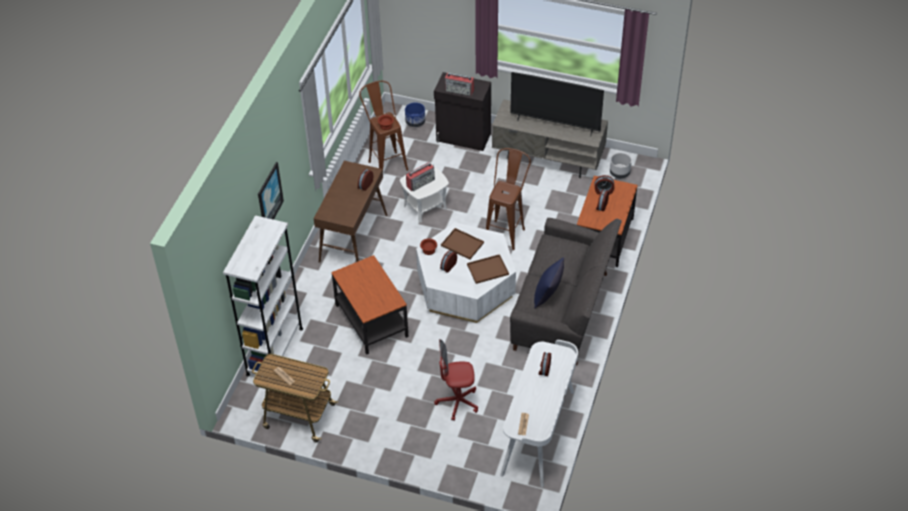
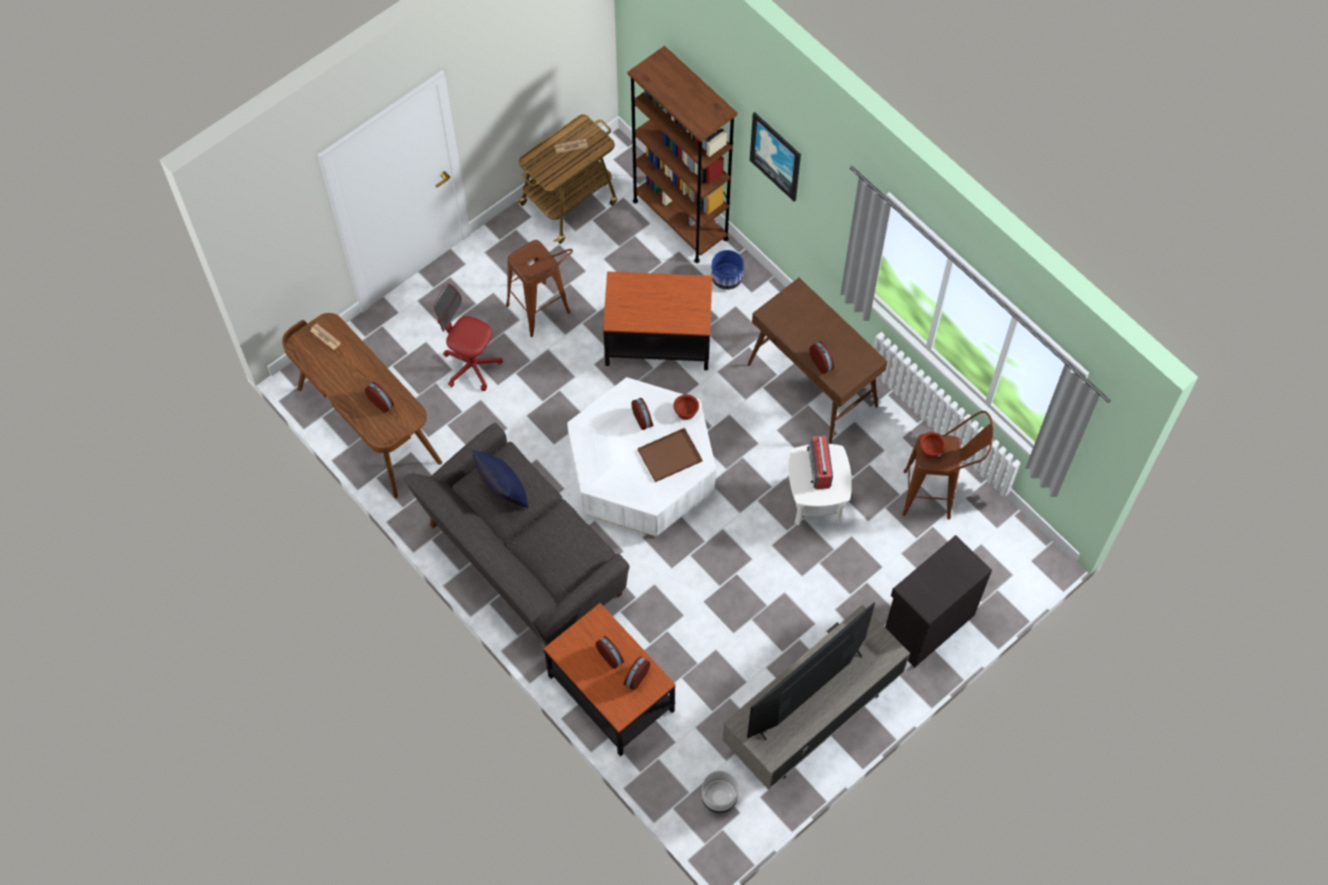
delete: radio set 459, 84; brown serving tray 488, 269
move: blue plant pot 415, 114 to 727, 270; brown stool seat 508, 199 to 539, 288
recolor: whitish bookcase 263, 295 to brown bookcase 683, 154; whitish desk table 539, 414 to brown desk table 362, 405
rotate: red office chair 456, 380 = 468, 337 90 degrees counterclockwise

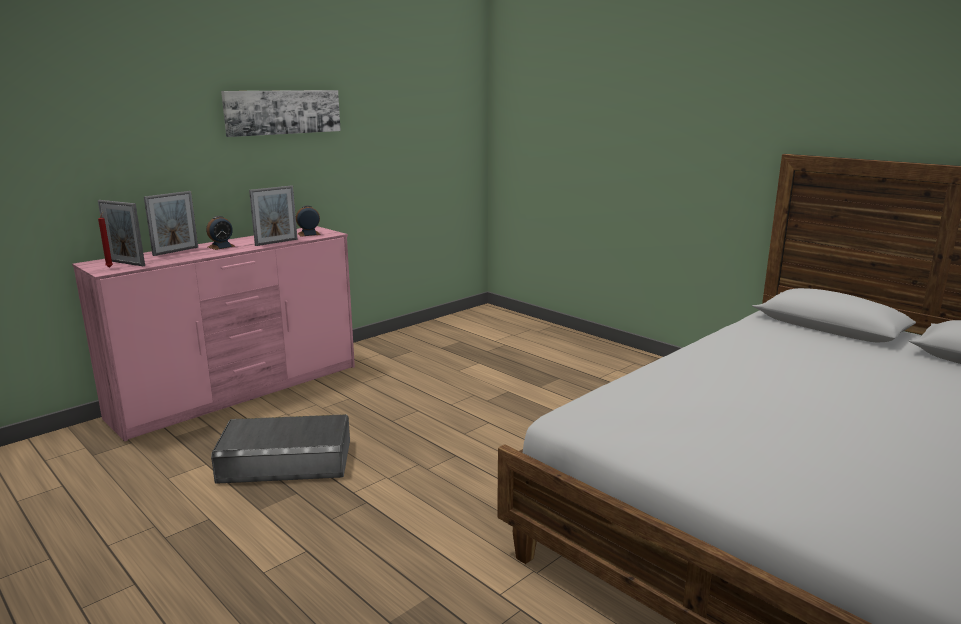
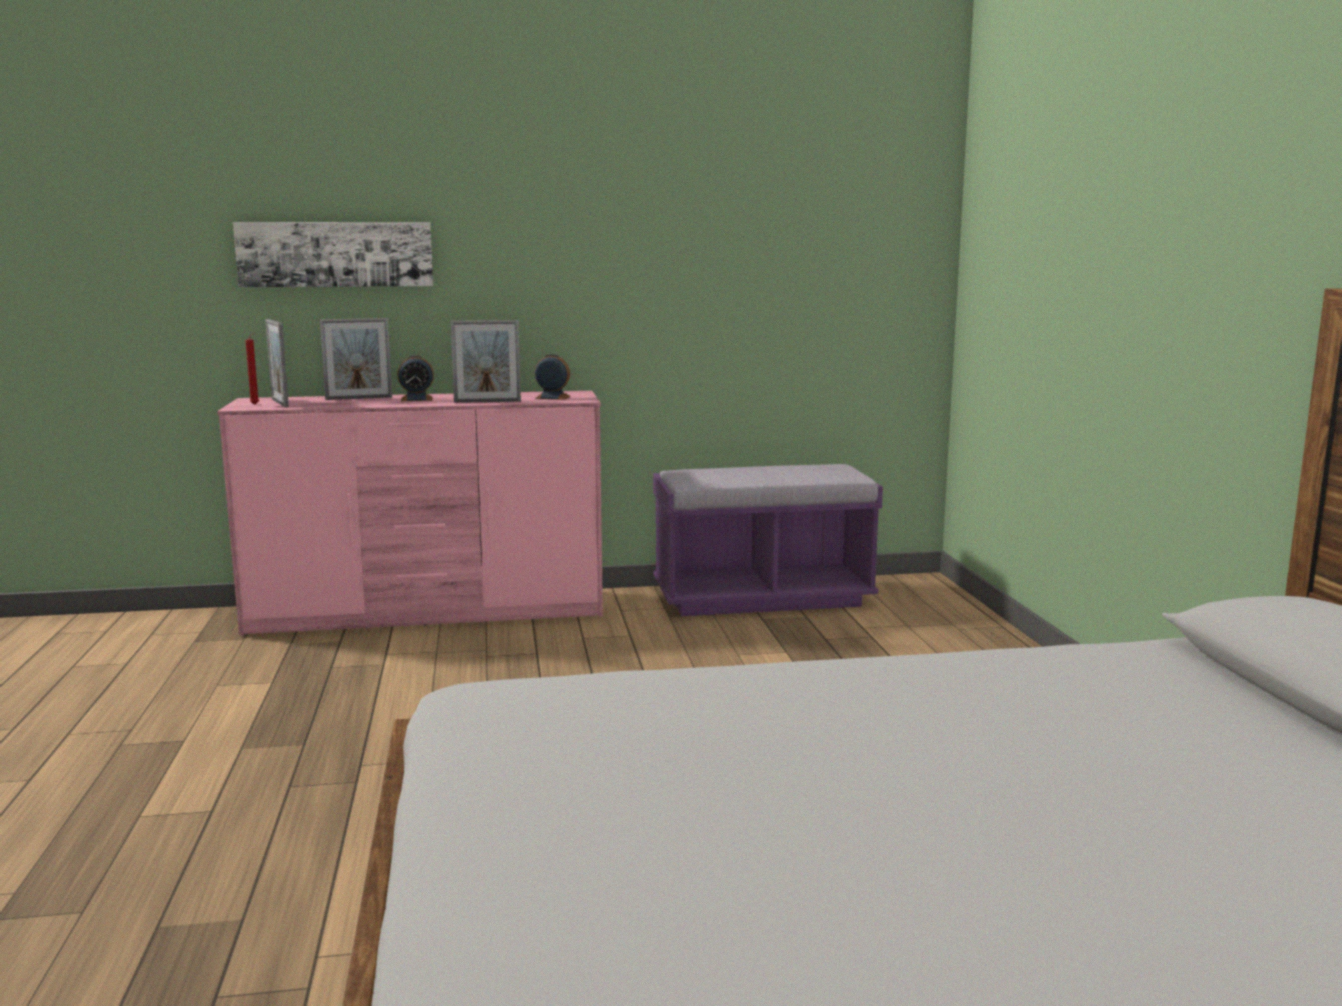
delete: grey storage box 280, 449
insert: purple bench 768, 540
move: wall art 281, 113 to 333, 254

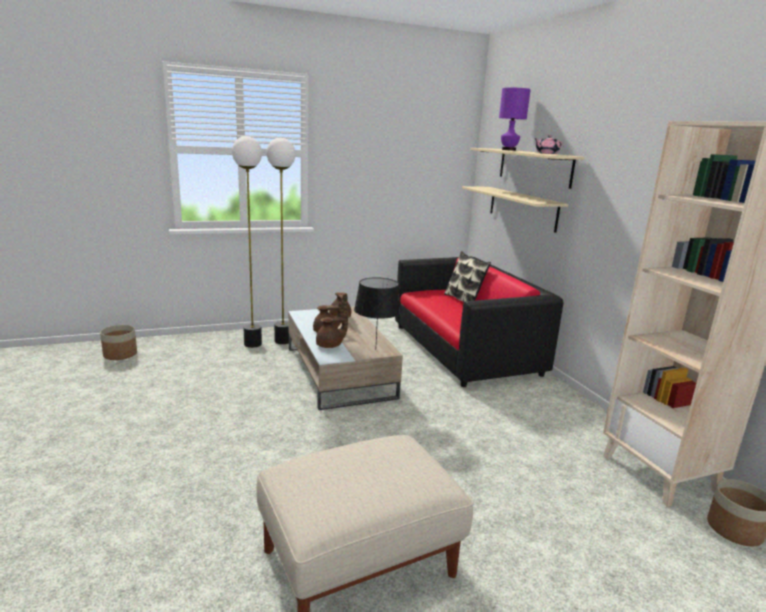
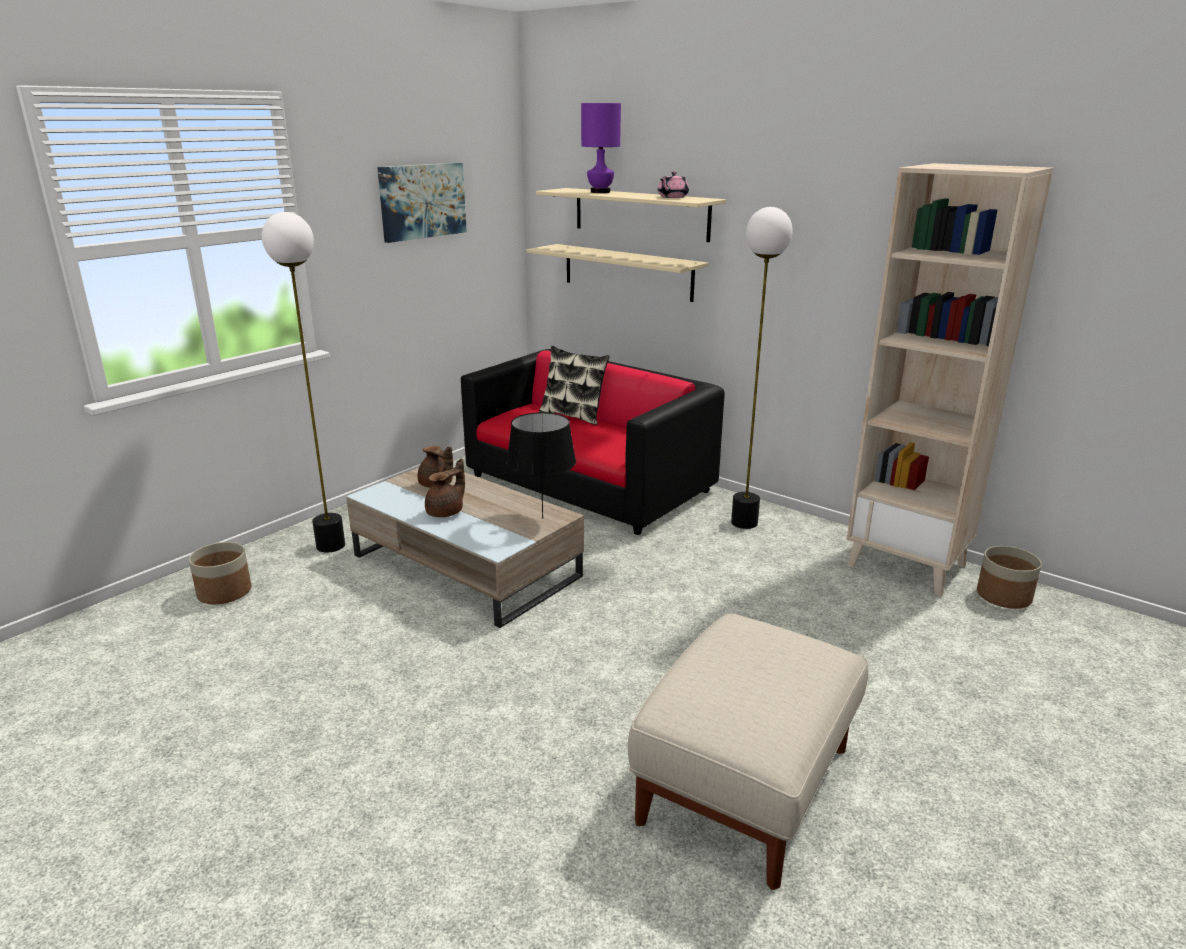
delete: brown teapot 332, 329
insert: wall art 422, 203
move: plant pot 118, 342 to 220, 573; standing lamp 247, 242 to 762, 368

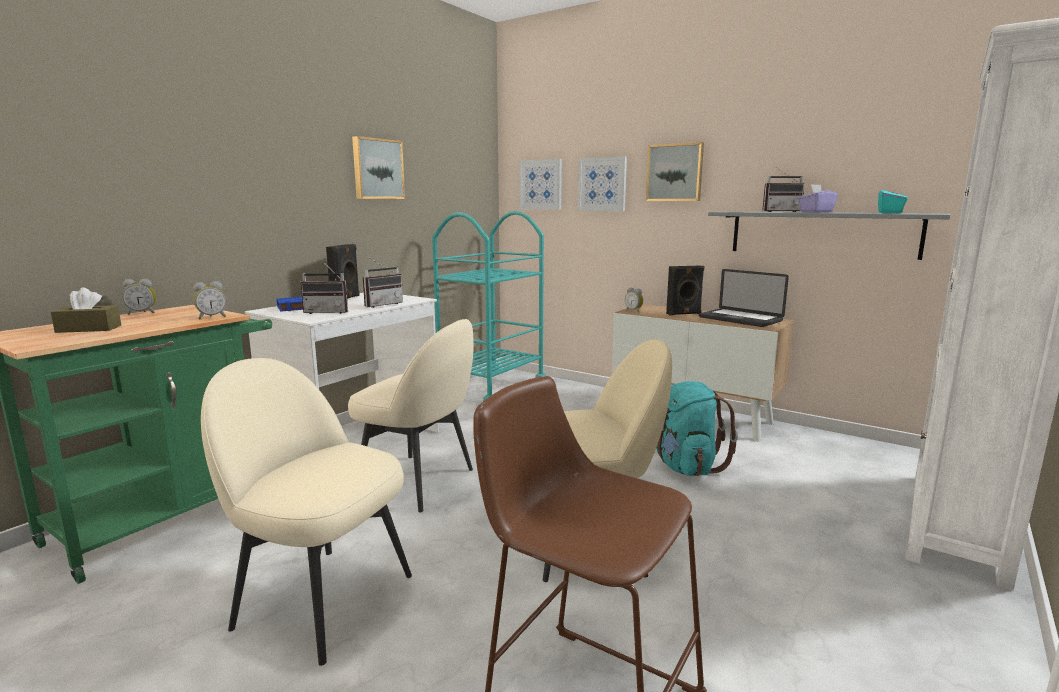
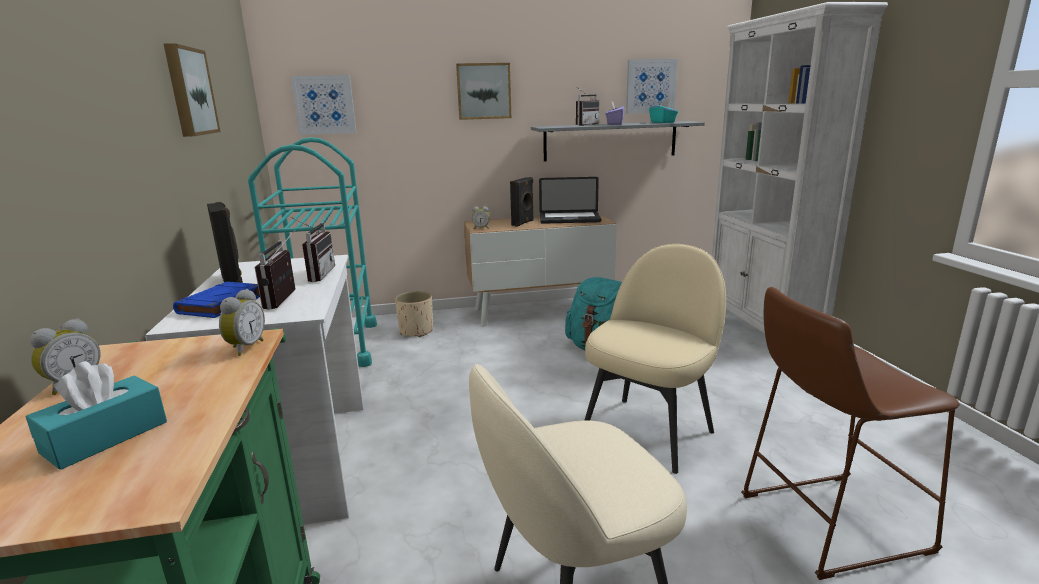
delete: beige upright chair 411, 415
insert: beige plant pot 414, 314
move: wall art 602, 184 to 652, 86
recolor: brown tissue box 86, 310 to blue-green tissue box 96, 415
rotate: radio set 324, 287 = 275, 270 135 degrees clockwise

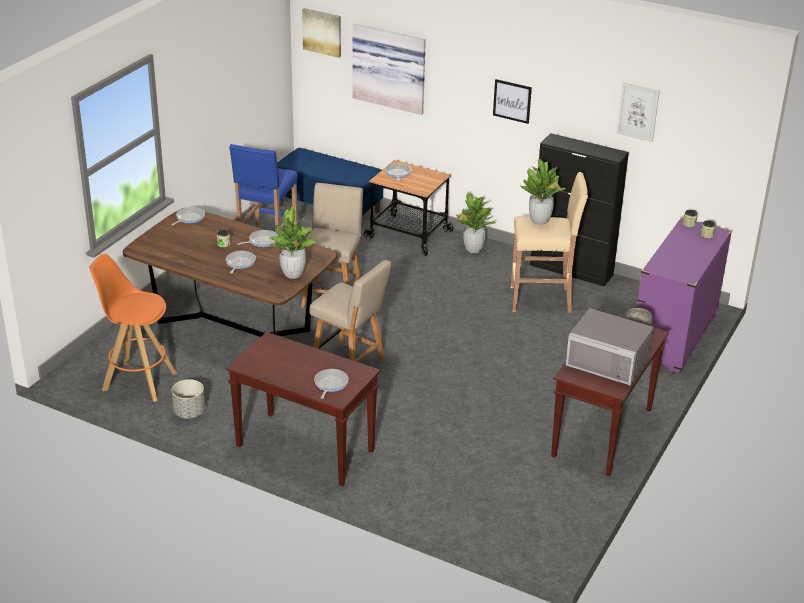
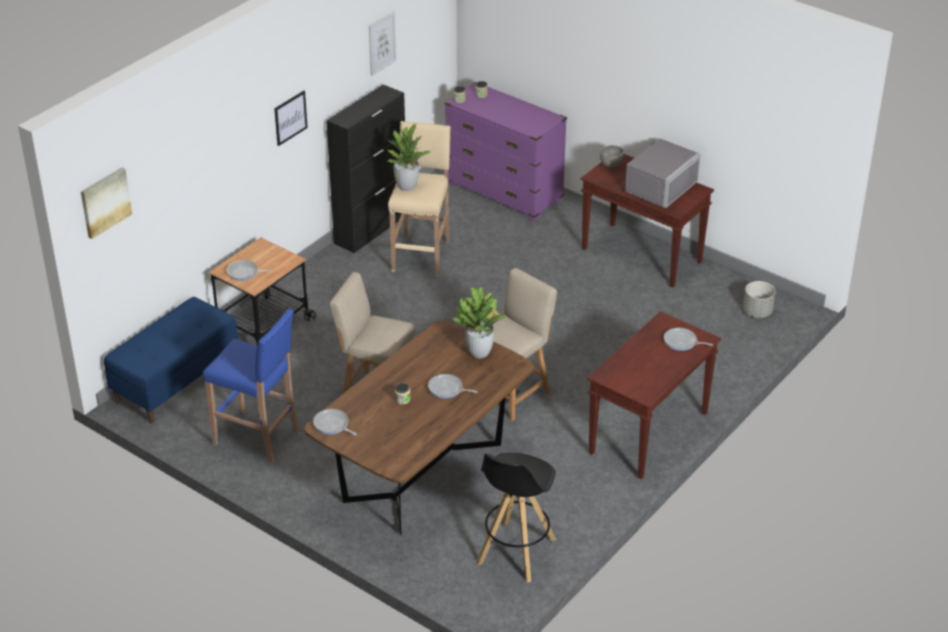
delete: pan 257, 238; wall art 389, 69; potted plant 475, 222
move: grey plant pot 188, 399 to 759, 299
recolor: orange-coloured stool seat 133, 328 to black-coloured stool seat 516, 518

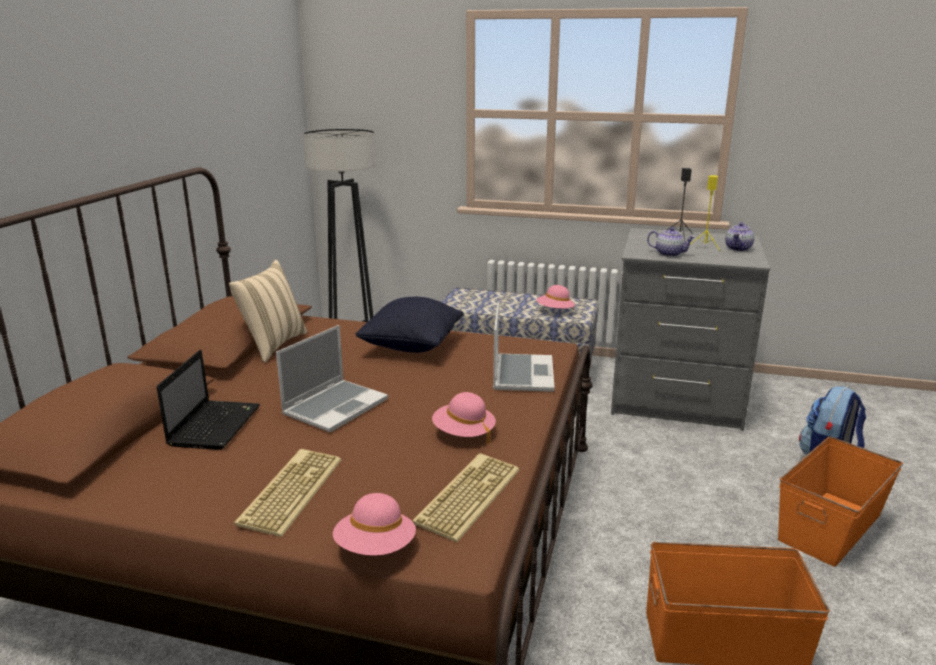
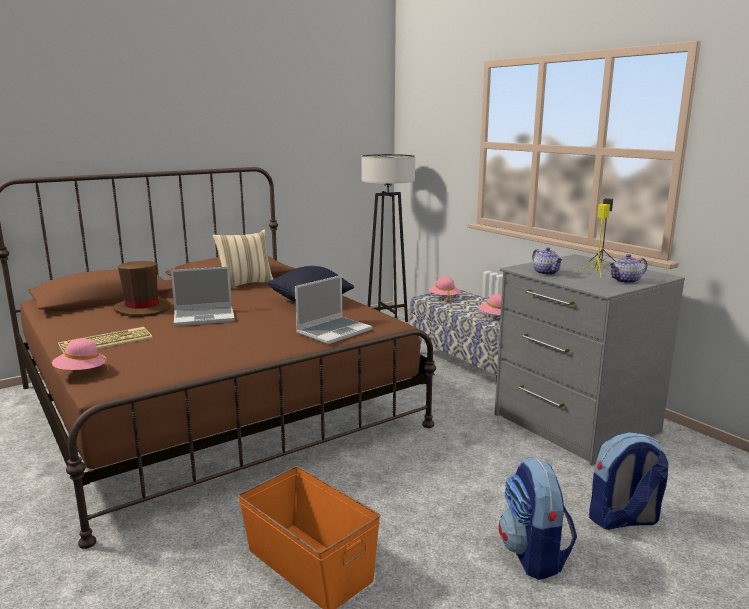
delete: computer keyboard 465, 497
move: pink-coloured wearable hat 464, 418 to 444, 289
replace: portable computer 208, 400 to brown wearable hat 142, 289; orange-coloured storage box 840, 502 to rucksack 538, 518

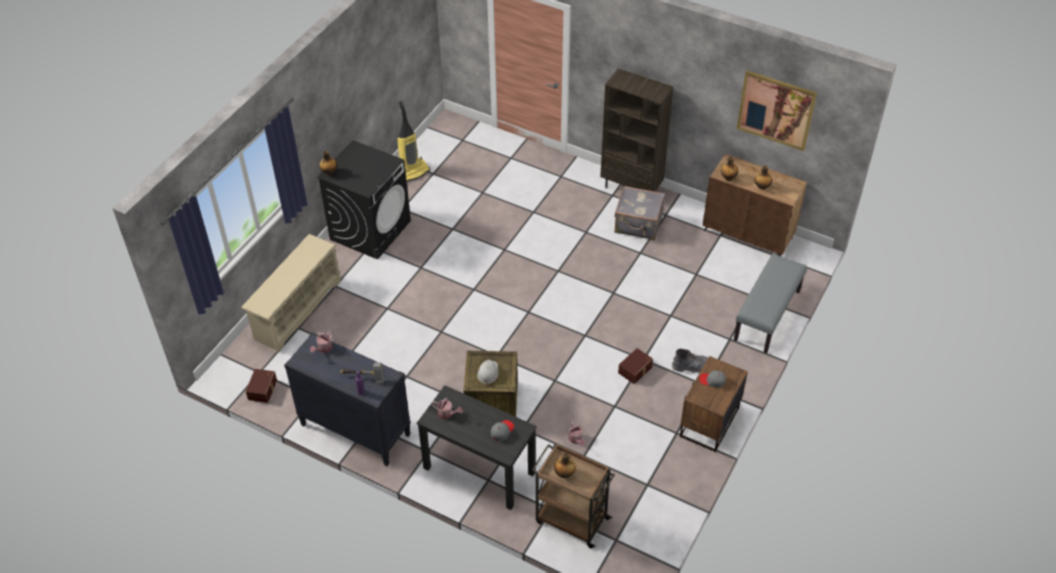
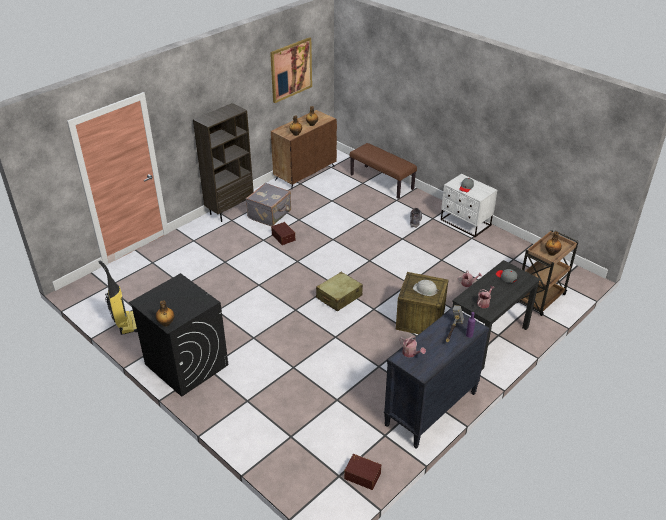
delete: beige shoe rack 291, 293
insert: beige travel case 339, 292
move: brown storage box 635, 366 to 283, 233
recolor: brown bedside table 714, 404 to whitish bedside table 469, 206; grey bench 770, 303 to brown bench 383, 171

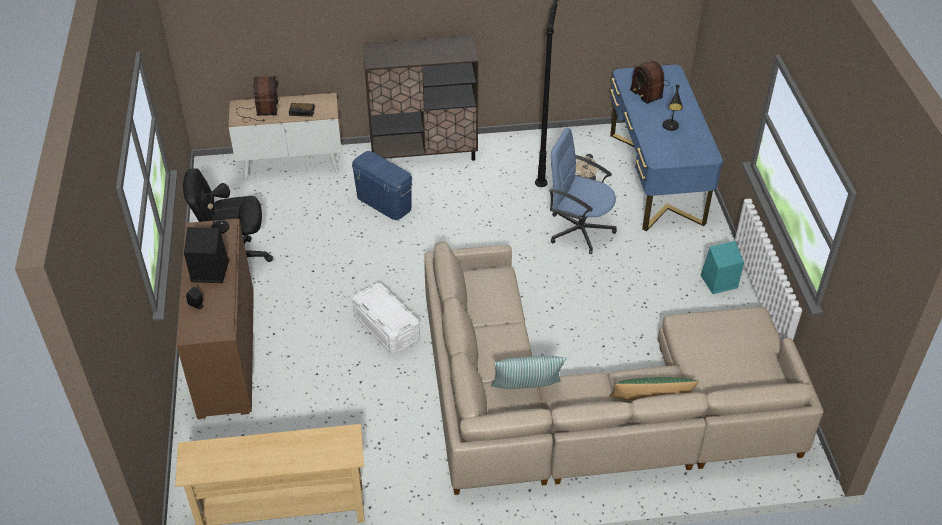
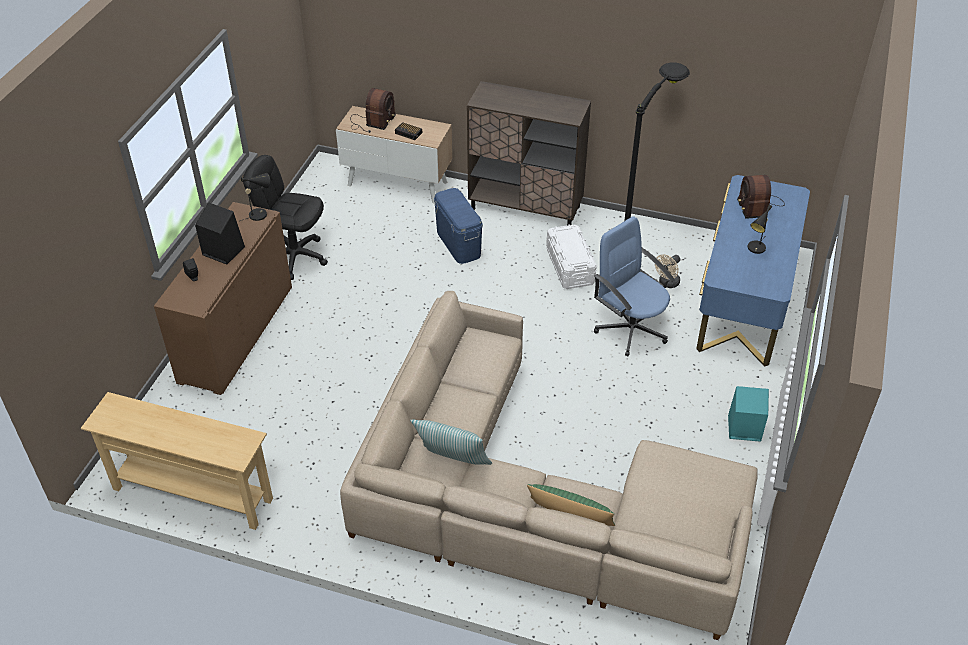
move: whitish storage box 386, 318 to 571, 256

